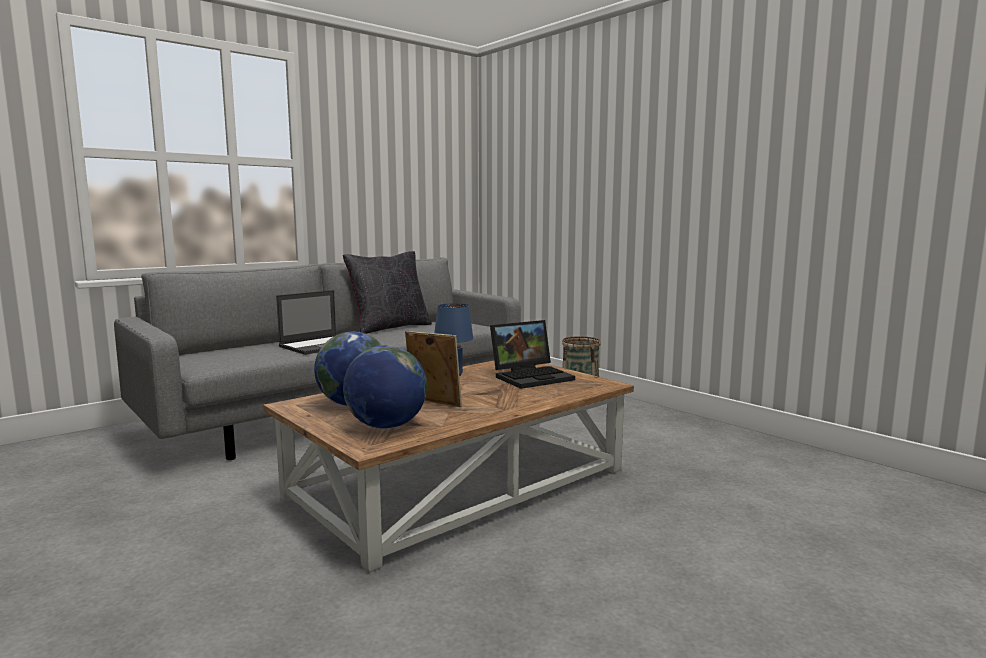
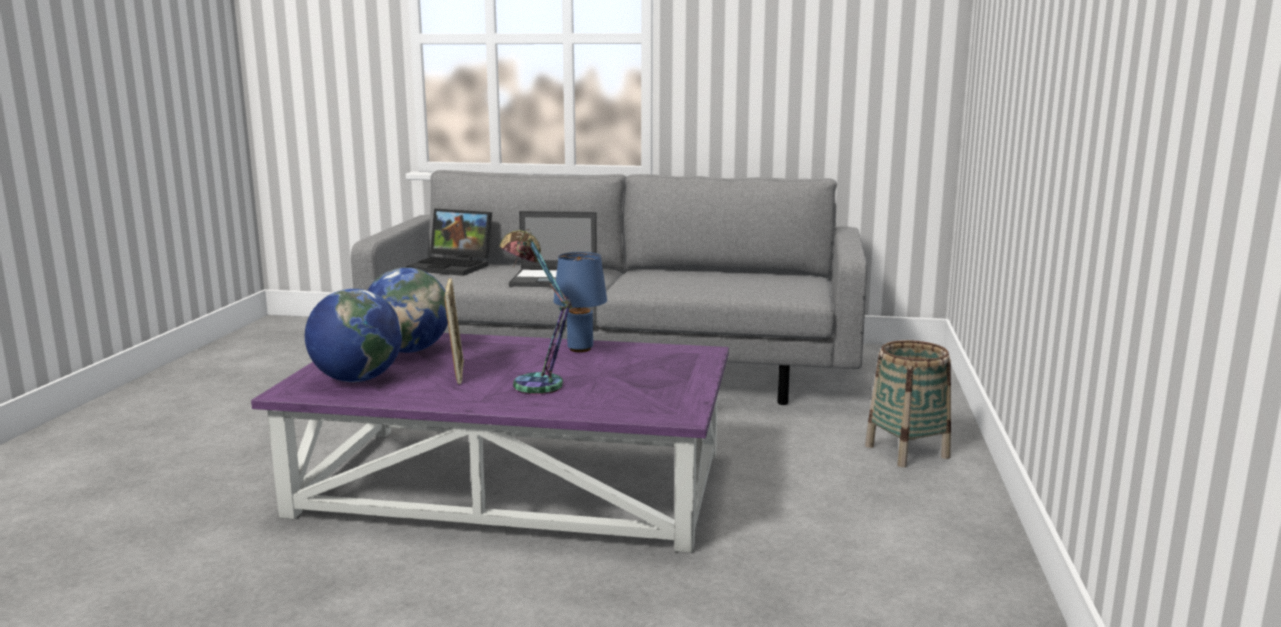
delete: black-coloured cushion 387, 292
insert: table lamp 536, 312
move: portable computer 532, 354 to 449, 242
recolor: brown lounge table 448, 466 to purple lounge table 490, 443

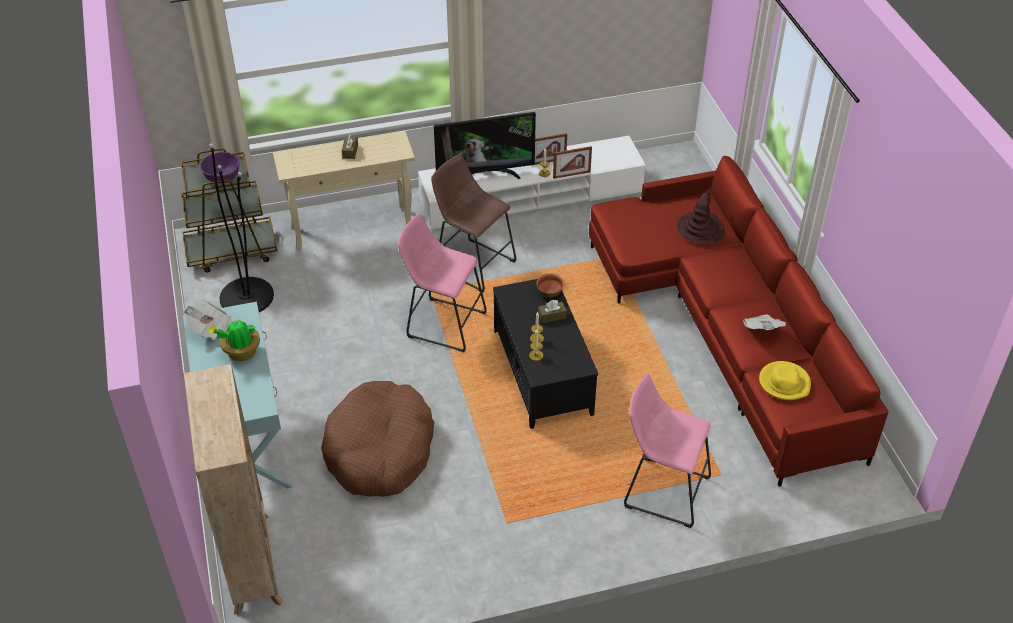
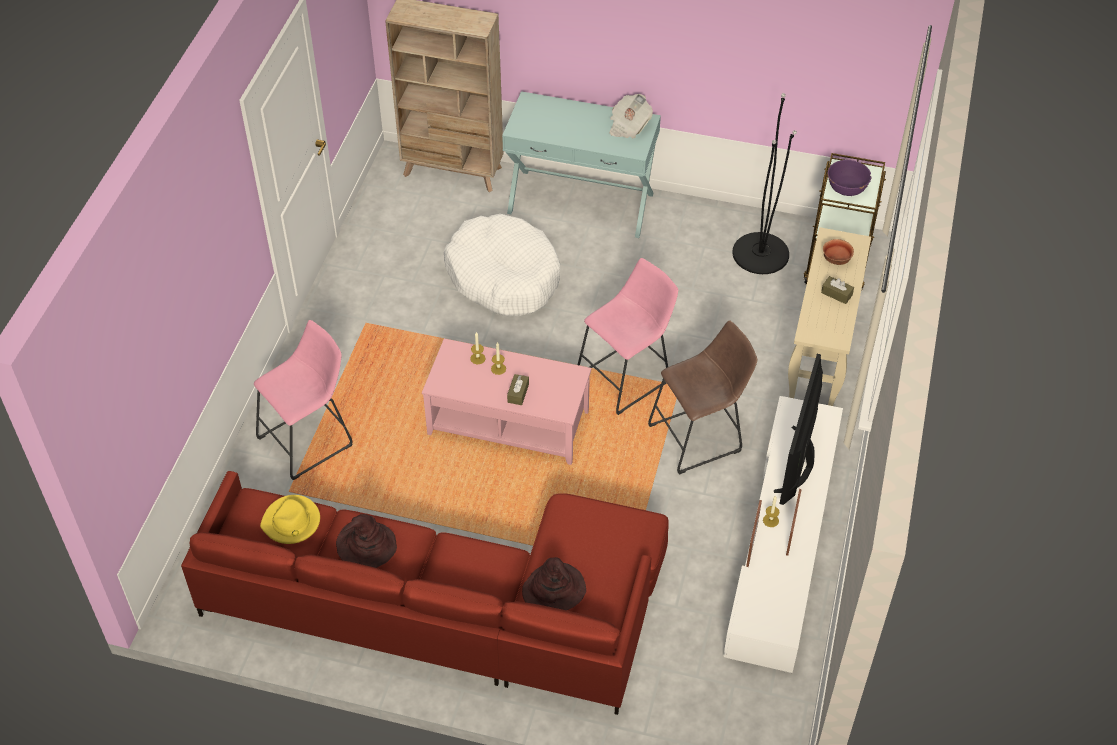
delete: potted plant 234, 339
move: serving bowl 550, 285 to 838, 252
replace: newspaper 764, 322 to brown wearable hat 366, 541
recolor: brown dog bed 377, 439 to whitish dog bed 502, 265; black-coloured lounge table 545, 354 to pink-coloured lounge table 506, 401

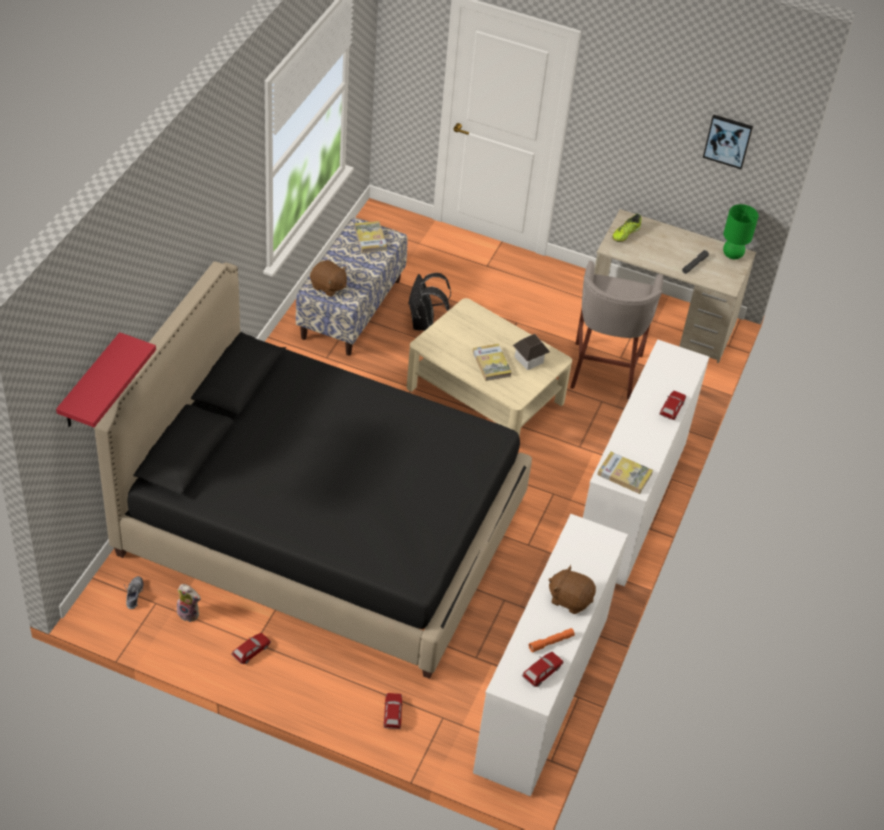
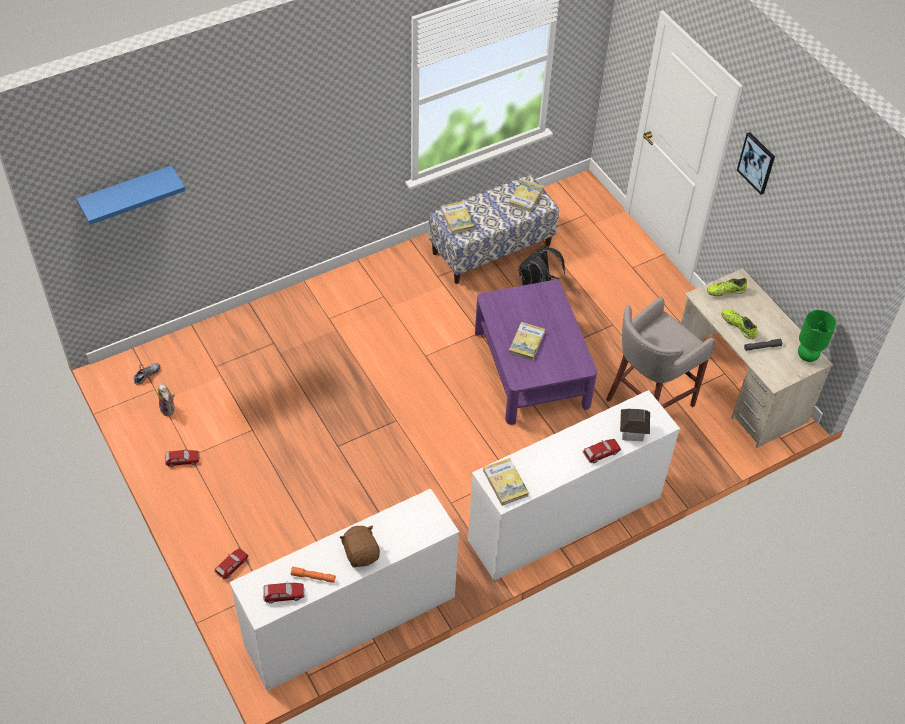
delete: black-coloured bedroom bed 313, 470
insert: low shoe 739, 324
move: model house 531, 352 to 635, 425; wall art 728, 142 to 756, 163
replace: brown soft toy 328, 278 to volume 458, 217
recolor: red bracket shelf 106, 379 to blue bracket shelf 131, 195; beige lounge table 489, 367 to purple lounge table 536, 352

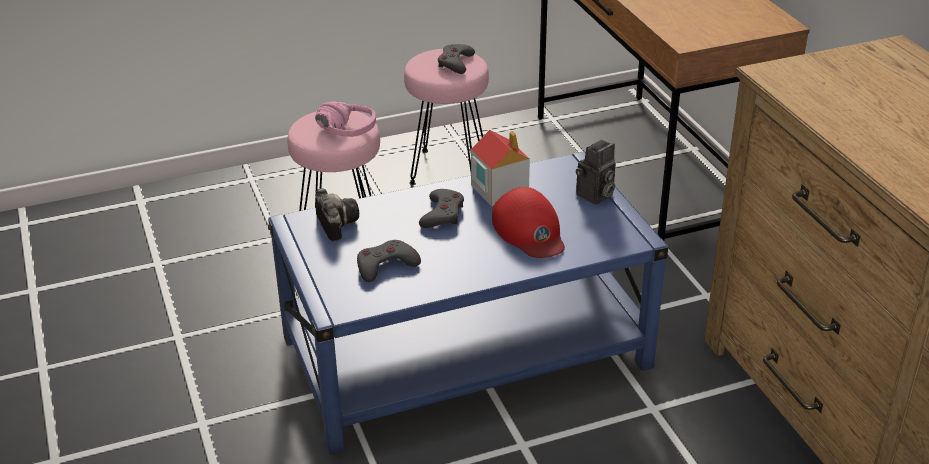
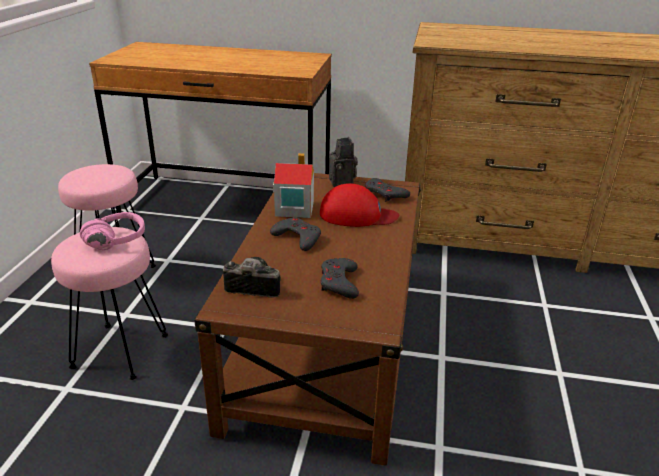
move: grey gamepad 456, 59 to 387, 190
recolor: blue lounge table 468, 303 to brown lounge table 307, 319

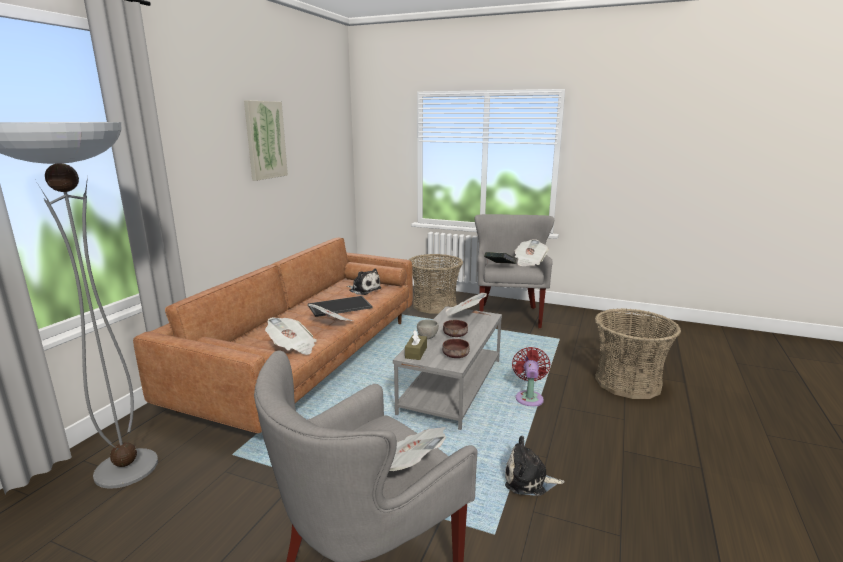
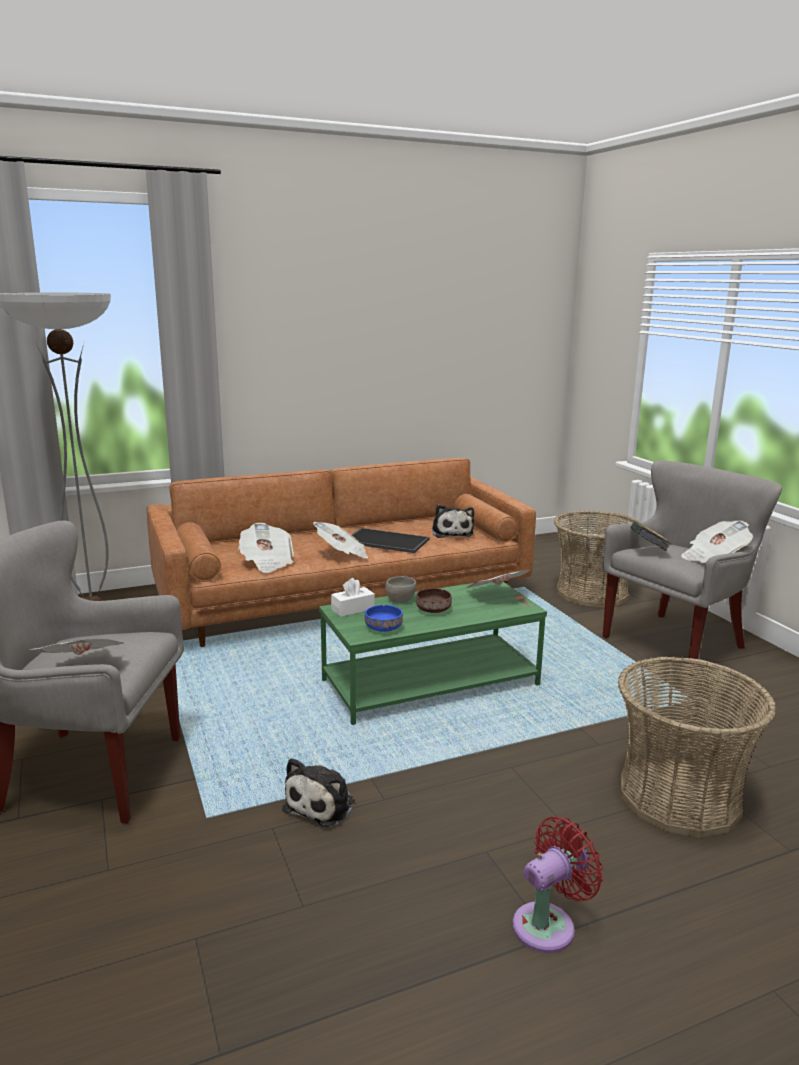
delete: wall art 266, 140
move: red fan 531, 376 to 558, 884
recolor: grey lounge table 447, 368 to green-coloured lounge table 433, 653; brown tissue box 416, 345 to whitish tissue box 353, 597; brown serving bowl 456, 348 to blue serving bowl 384, 618
rotate: soft toy 535, 466 = 318, 792 120 degrees counterclockwise

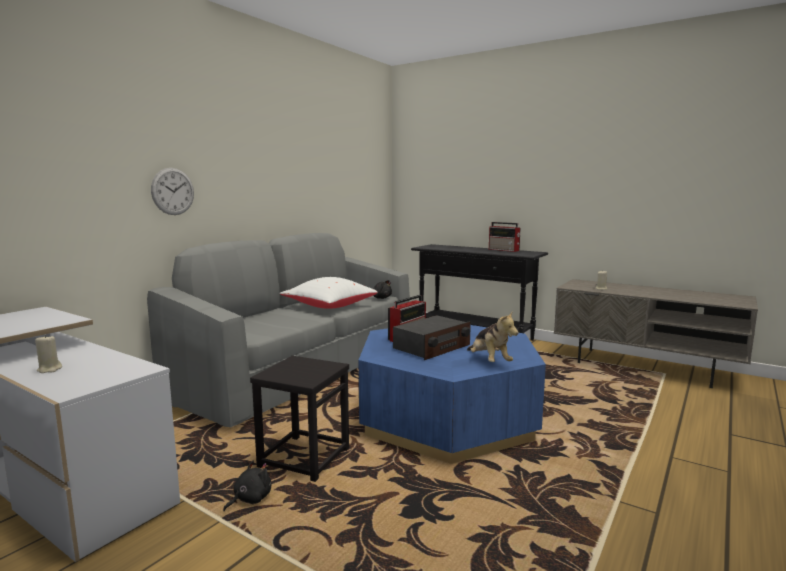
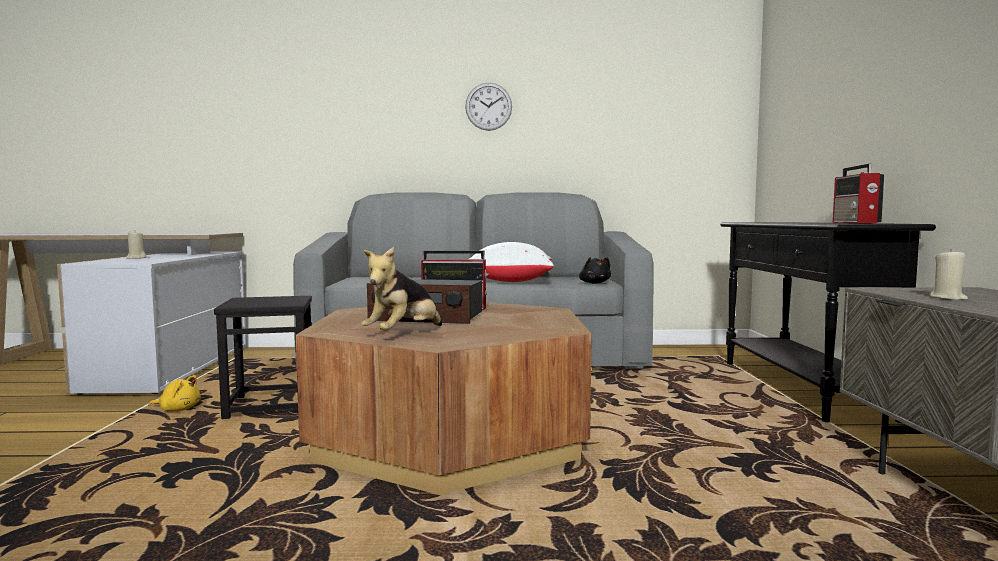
move: clock on the wall 172, 191 to 488, 107
recolor: black-coloured soft toy 247, 486 to yellow soft toy 175, 393; blue lounge table 452, 394 to brown lounge table 444, 398

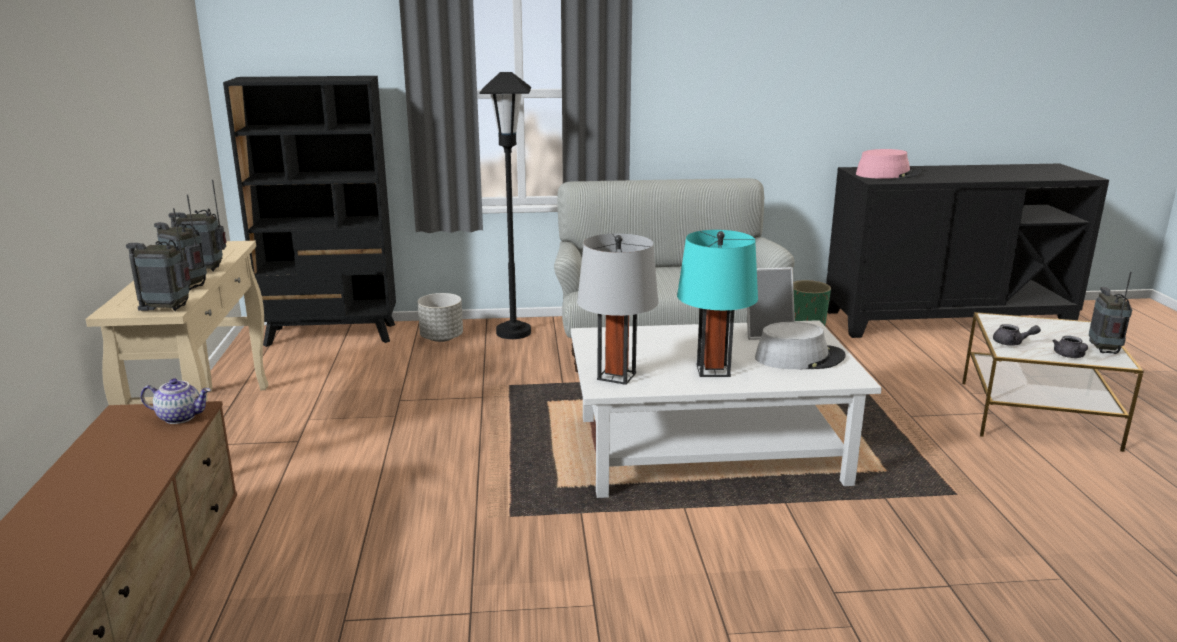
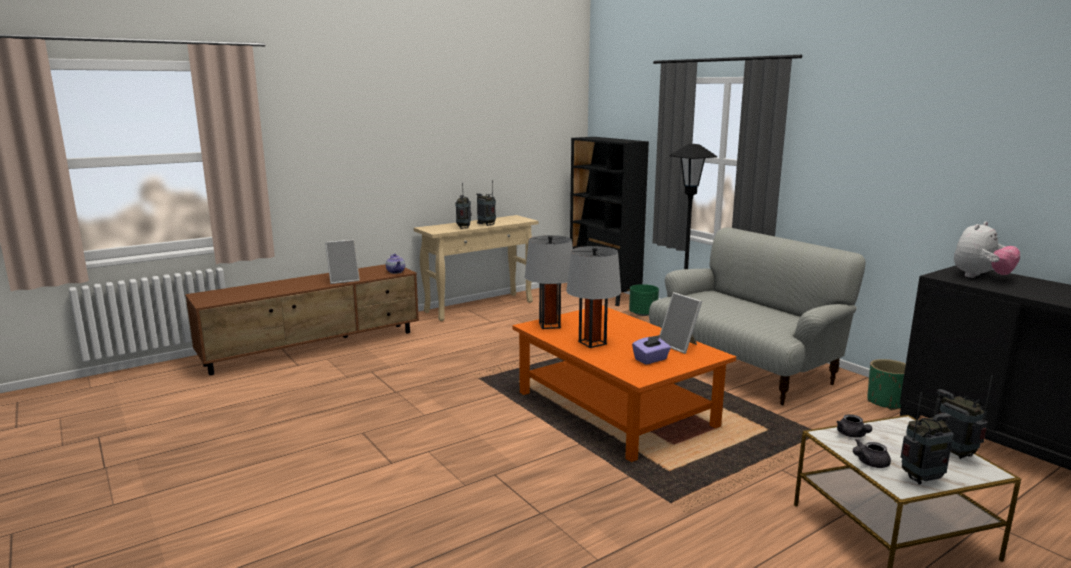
insert: picture frame 342, 262
move: radio set 158, 259 to 963, 417
replace: grey wearable hat 800, 345 to purple tissue box 651, 349; pink-coloured wearable hat 889, 164 to soft toy 987, 249
recolor: grey plant pot 440, 317 to green-coloured plant pot 644, 300; whitish lounge table 726, 409 to orange-coloured lounge table 624, 383; blue-green table lamp 717, 303 to grey table lamp 593, 297

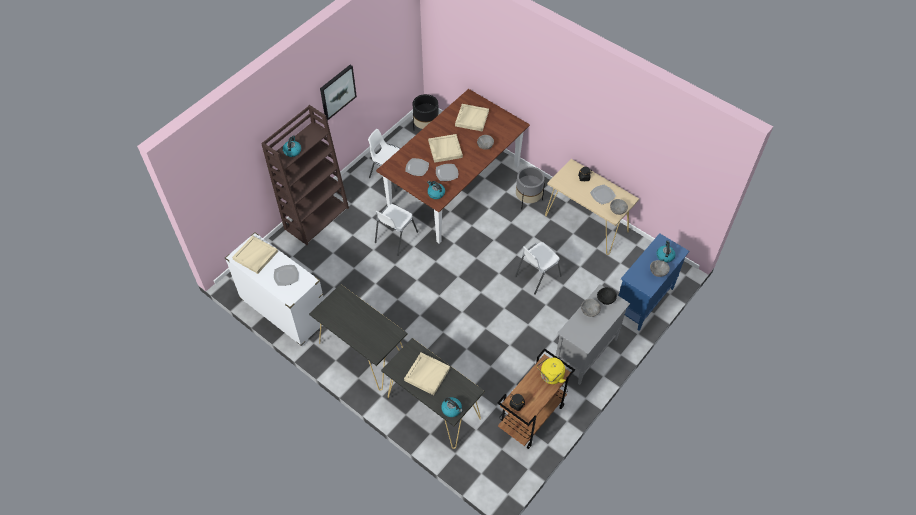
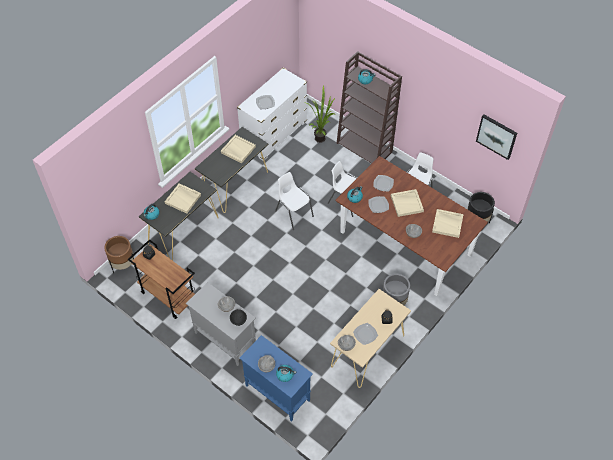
delete: yellow kettle 551, 371
insert: brown plant pot 119, 254; potted plant 321, 114
move: beige serving tray 255, 255 to 238, 149; wall art 338, 93 to 496, 137; whitish upright chair 538, 268 to 294, 201

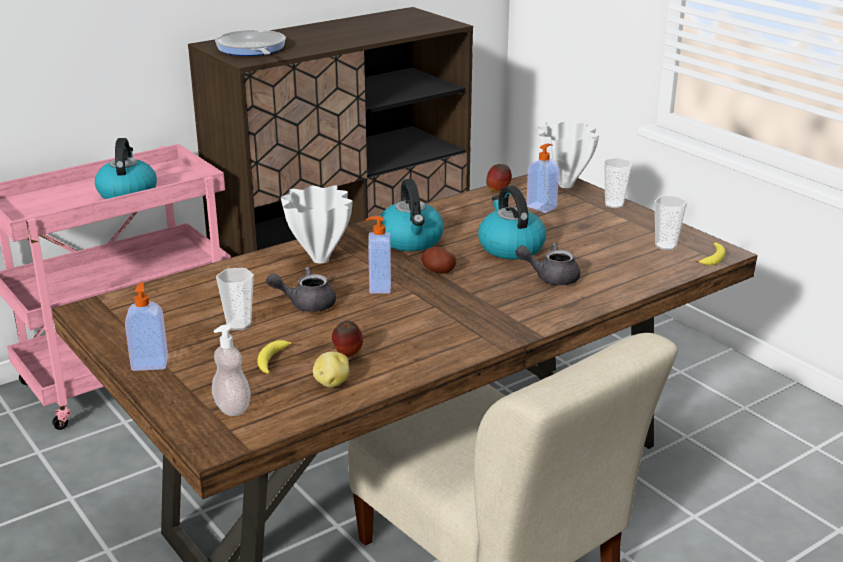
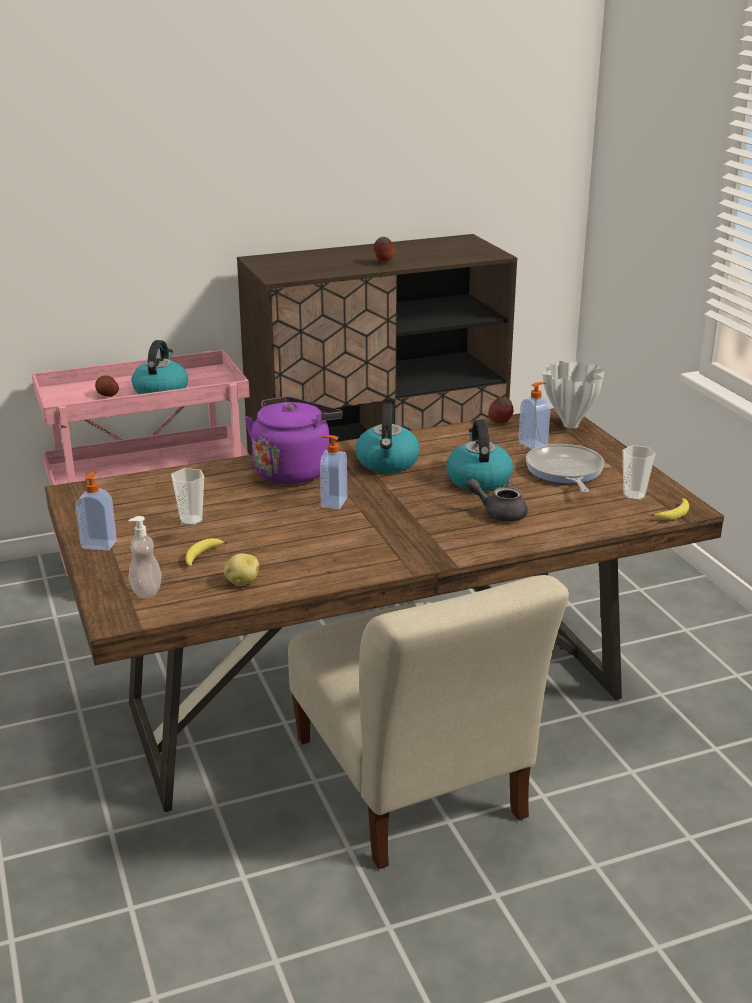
delete: grey teapot 301, 289; drinking cup 618, 183
move: pan 250, 43 to 565, 468; whole apple 347, 338 to 384, 250; spud 438, 260 to 107, 386
replace: whitish vase 317, 224 to purple kettle 294, 440

